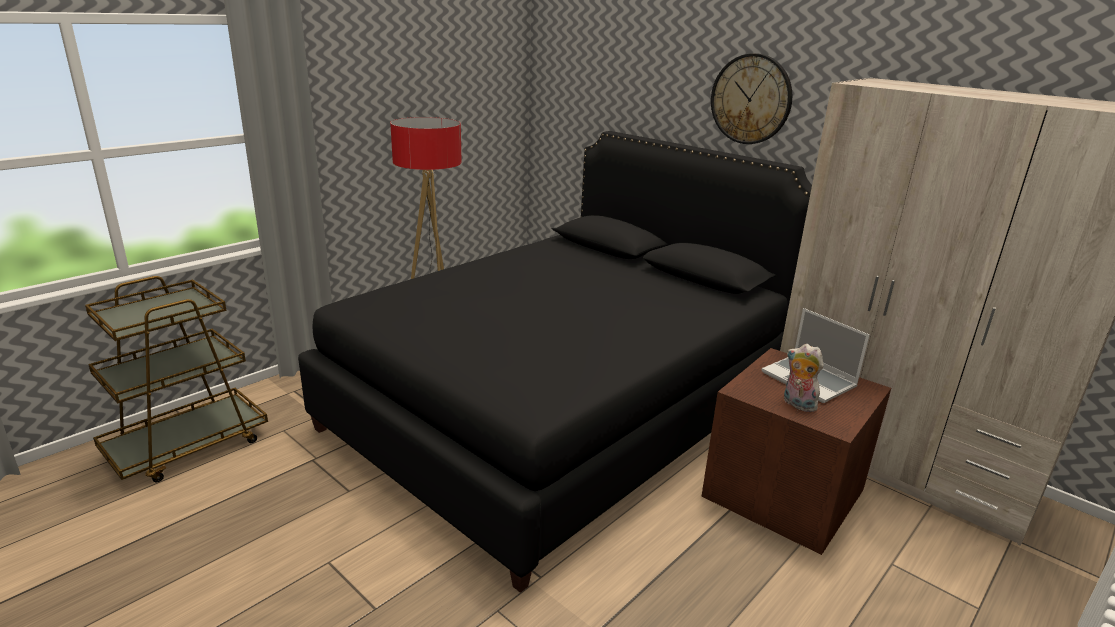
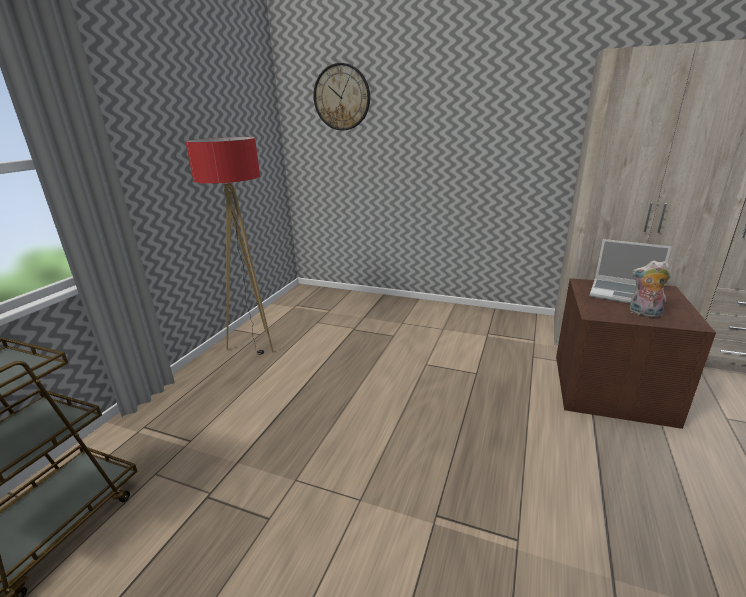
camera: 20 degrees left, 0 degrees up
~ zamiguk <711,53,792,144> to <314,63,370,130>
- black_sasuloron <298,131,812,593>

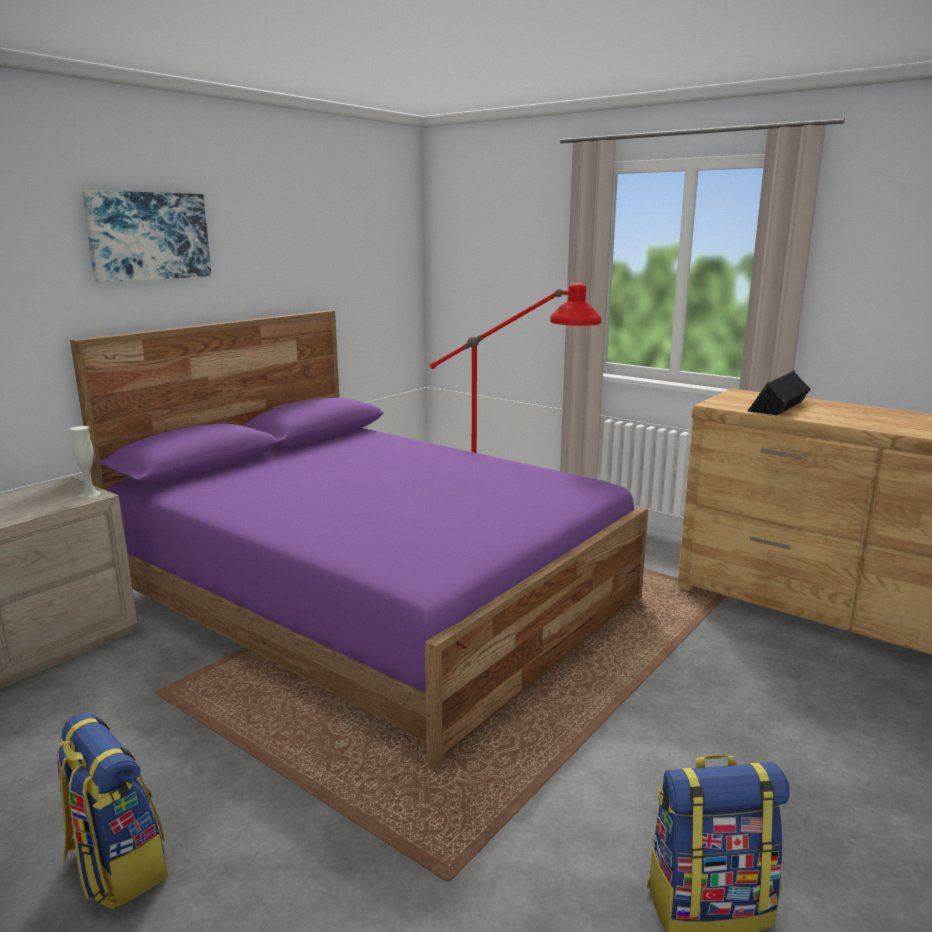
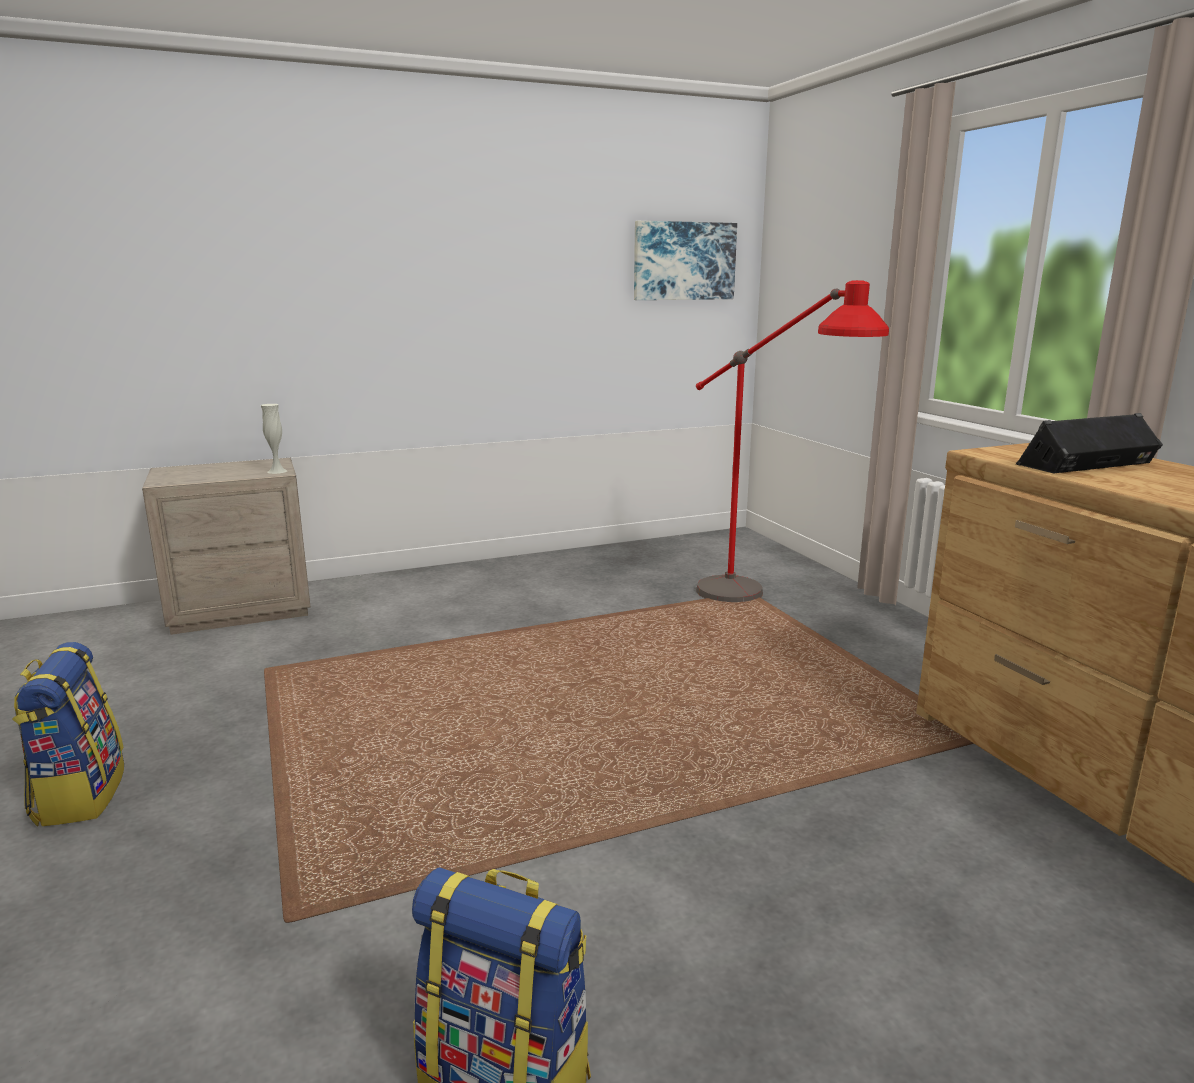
camera: 30 degrees right, 0 degrees up
~ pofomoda <82,190,211,283> to <634,221,737,300>
- purple_sasuloron <70,310,648,770>

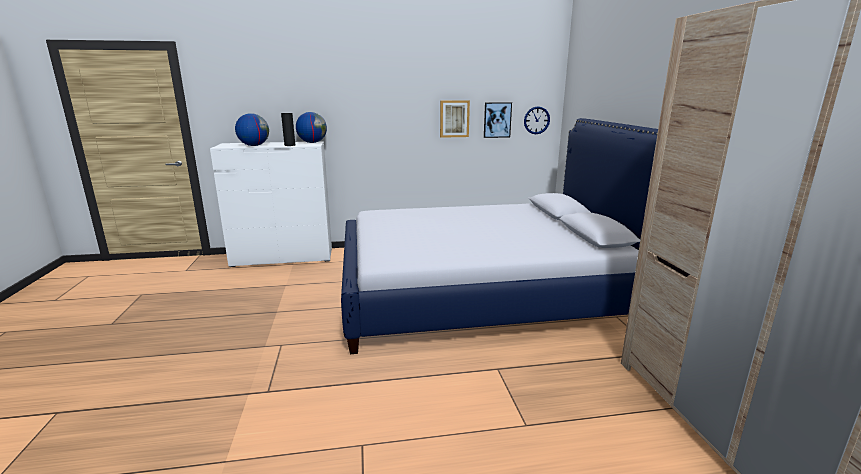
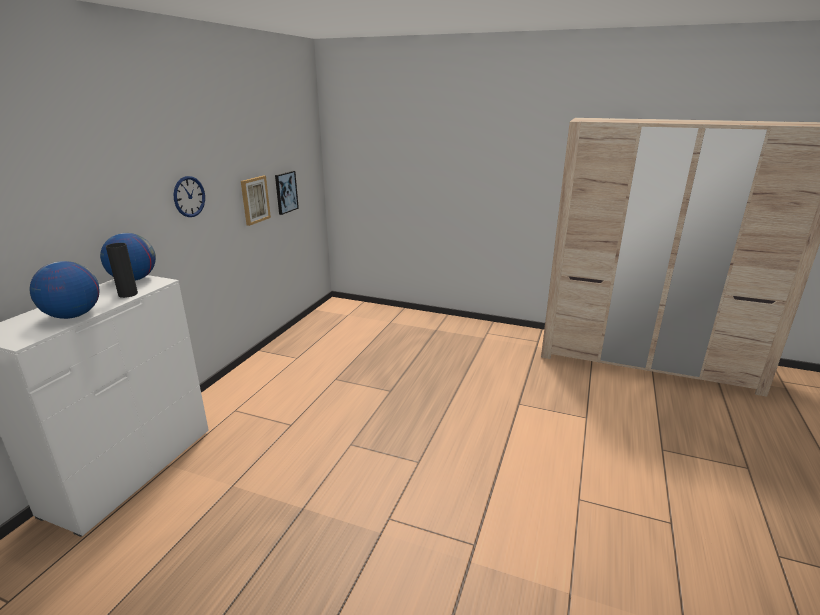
camera: 60 degrees left, 5 degrees up
~ zamiguk <524,107,550,134> to <174,176,205,217>
- sasuloron <341,118,658,354>

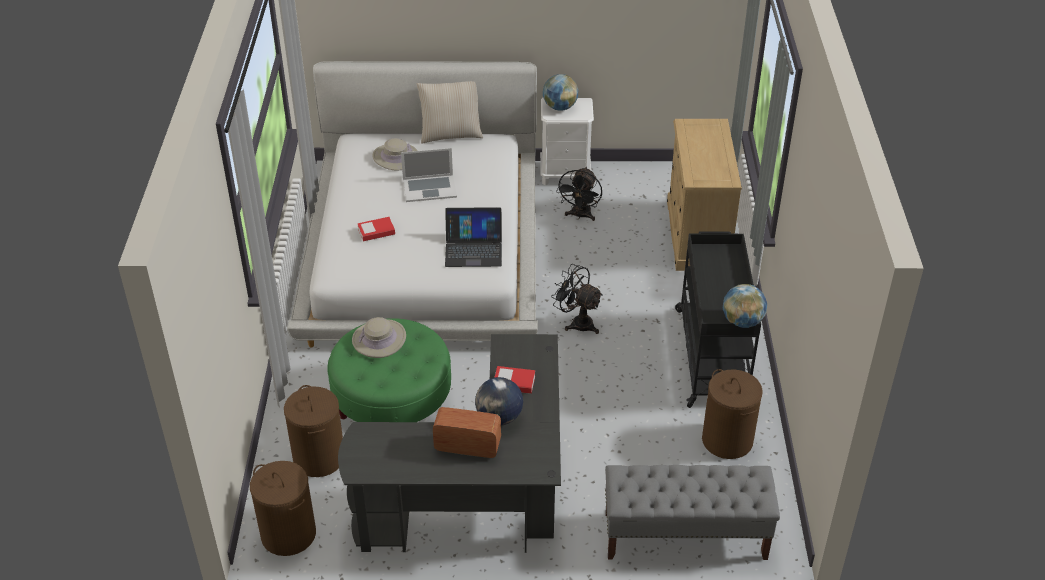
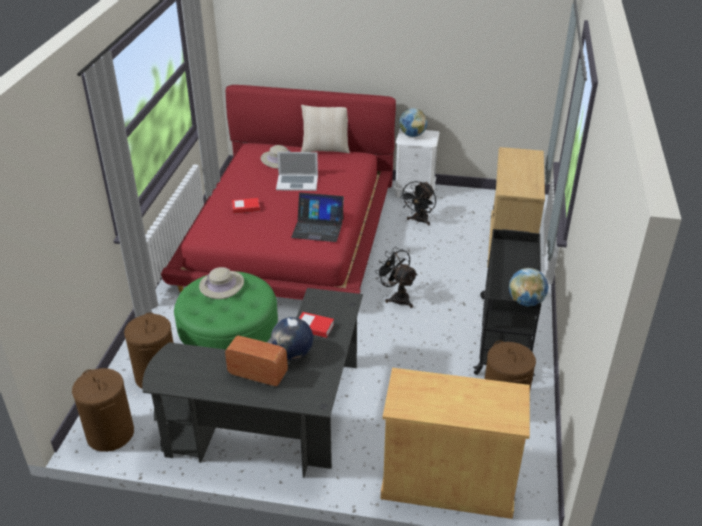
camera: 10 degrees right, 5 degrees down
~ white_sasuloron <287,61,538,347> to red_sasuloron <161,85,396,300>
~ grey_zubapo <605,465,780,560> to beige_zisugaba <381,368,530,519>

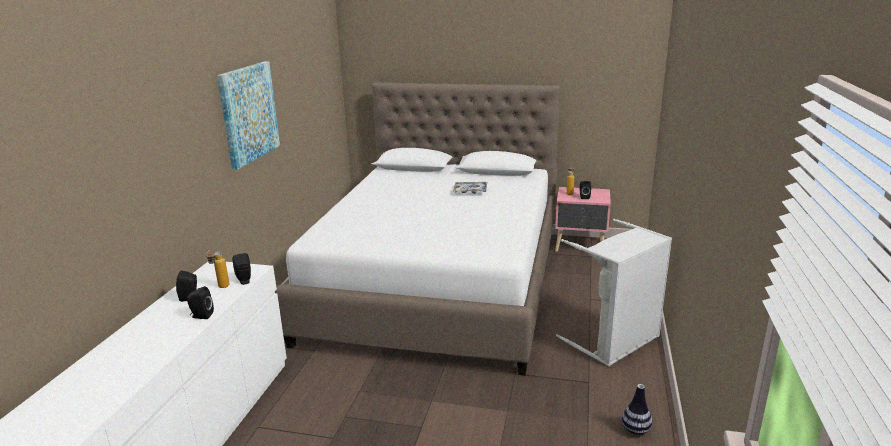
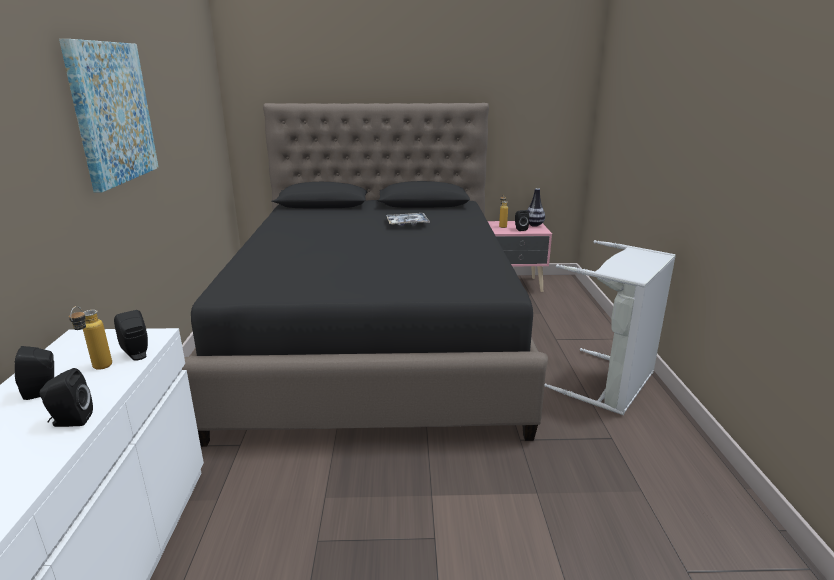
camera: 15 degrees left, 0 degrees up
~ white_sasuloron <275,82,560,376> to black_sasuloron <182,103,548,447>
~ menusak <622,384,652,435> to <528,188,545,227>

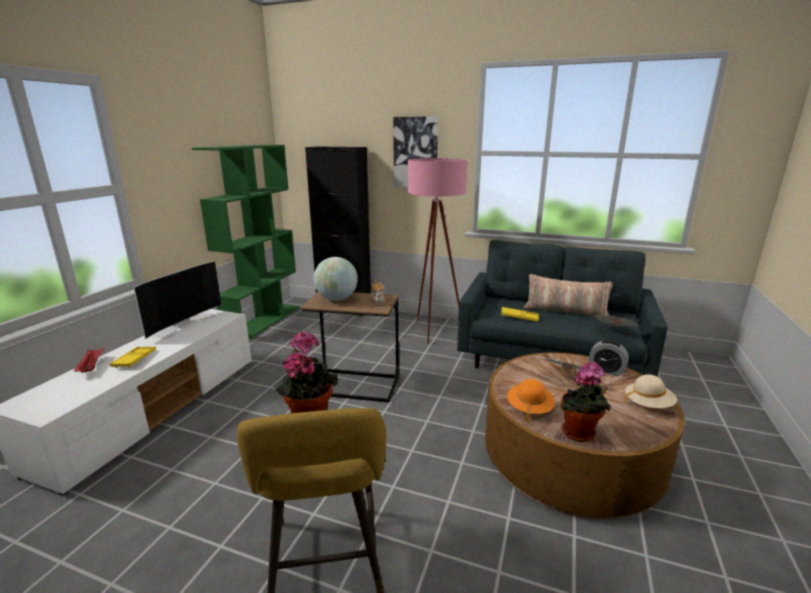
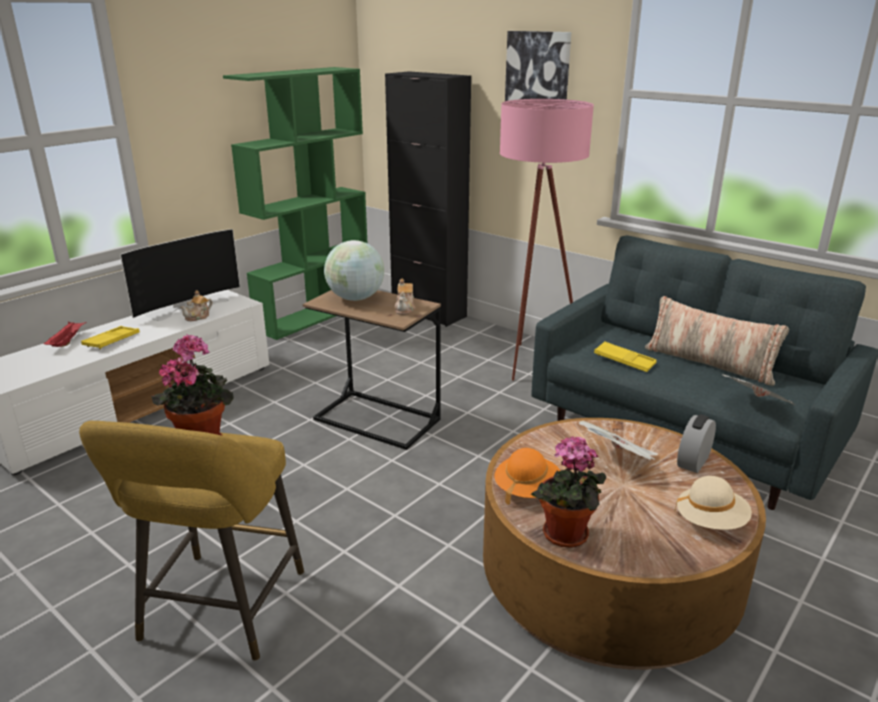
camera: 20 degrees right, 5 degrees up
~ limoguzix <589,340,629,376> = <677,414,716,473> 75 degrees clockwise
+ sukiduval <180,290,213,321>

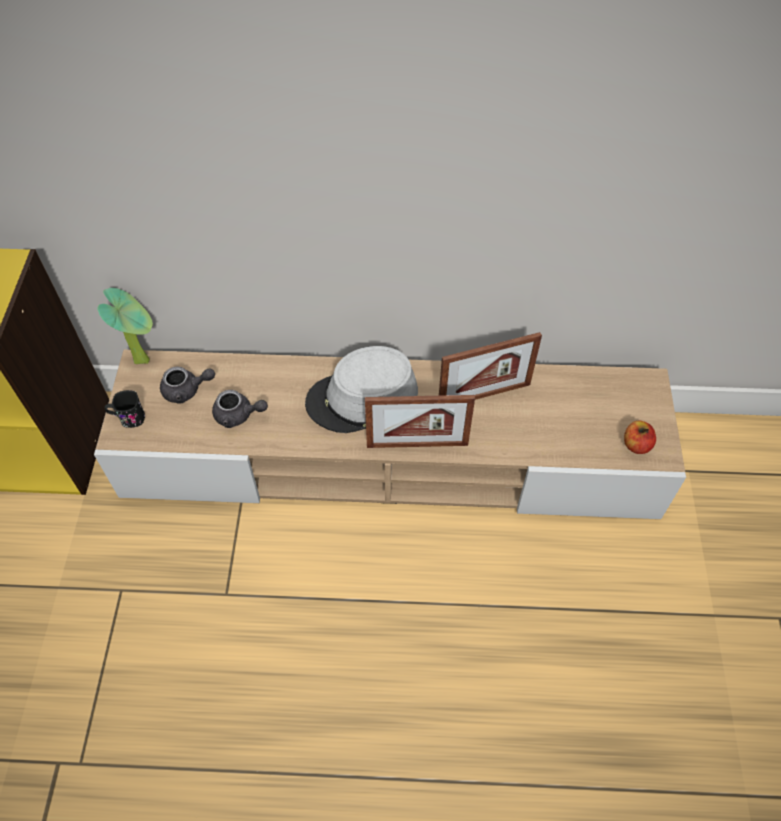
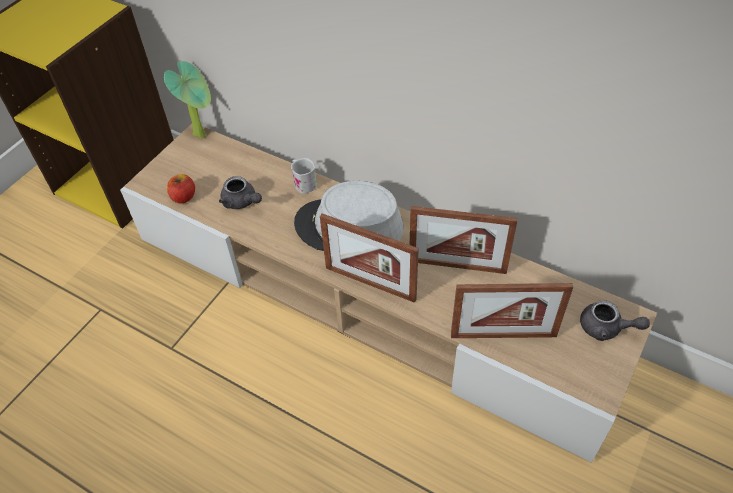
camera: 30 degrees right, 5 degrees down
~ grey_sukiduval <160,366,215,404> to <580,300,650,341>
- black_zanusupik <104,390,145,428>
~ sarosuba <624,421,656,454> to <167,174,195,204>
+ white_zanusupik <291,158,317,194>
+ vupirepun <451,283,573,338>

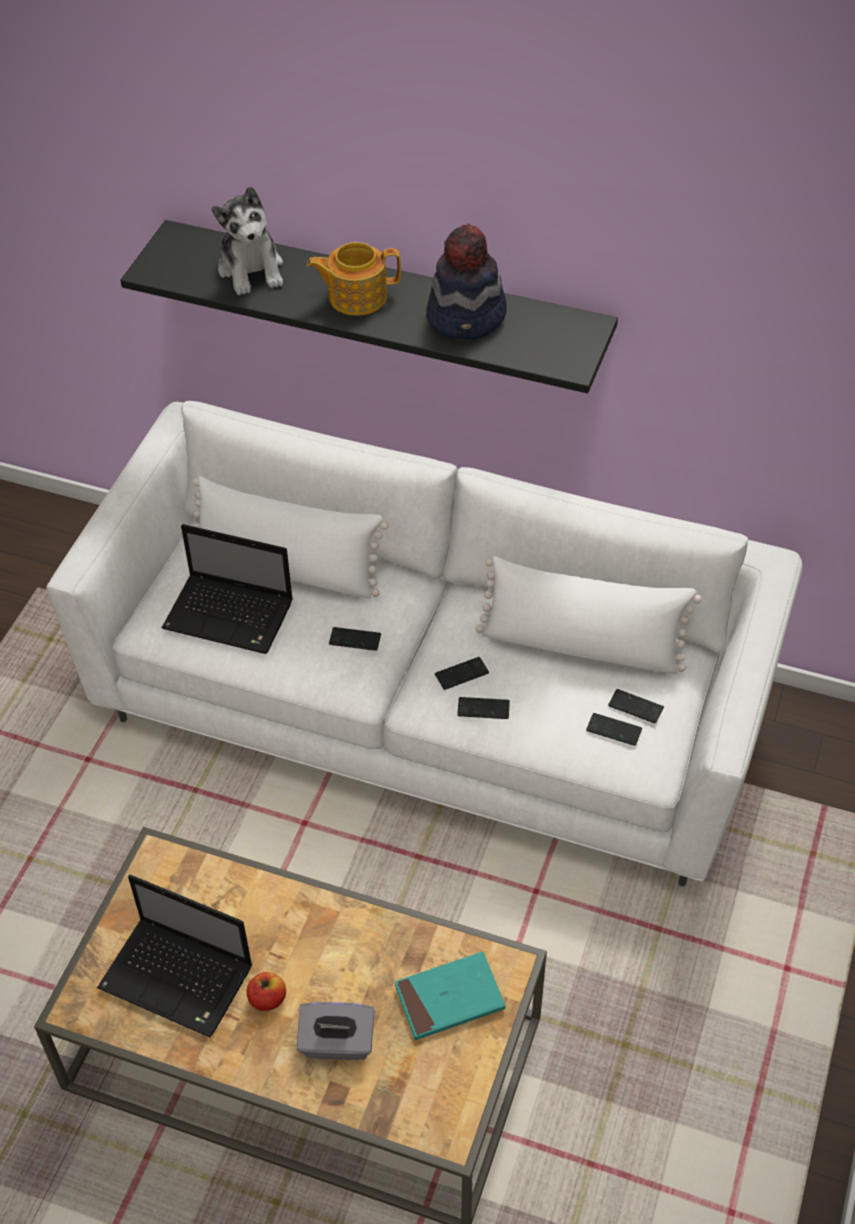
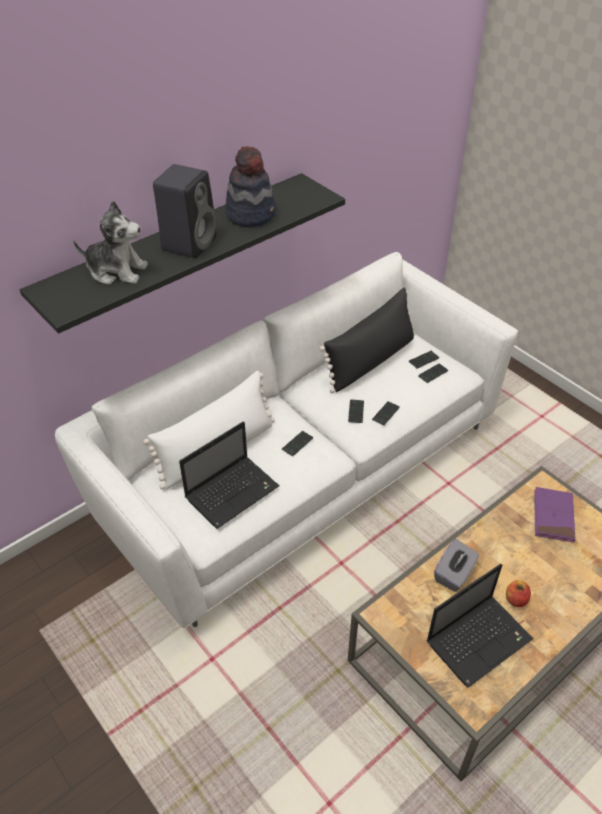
camera: 60 degrees left, 5 degrees down
~ sukiduval <307,242,401,316> to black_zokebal <153,164,216,258>
~ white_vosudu <476,556,702,674> to black_vosudu <319,288,415,393>
~ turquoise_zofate <395,952,505,1040> to purple_zofate <534,487,575,542>
~ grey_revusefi <297,1002,375,1060> to <434,538,479,592>

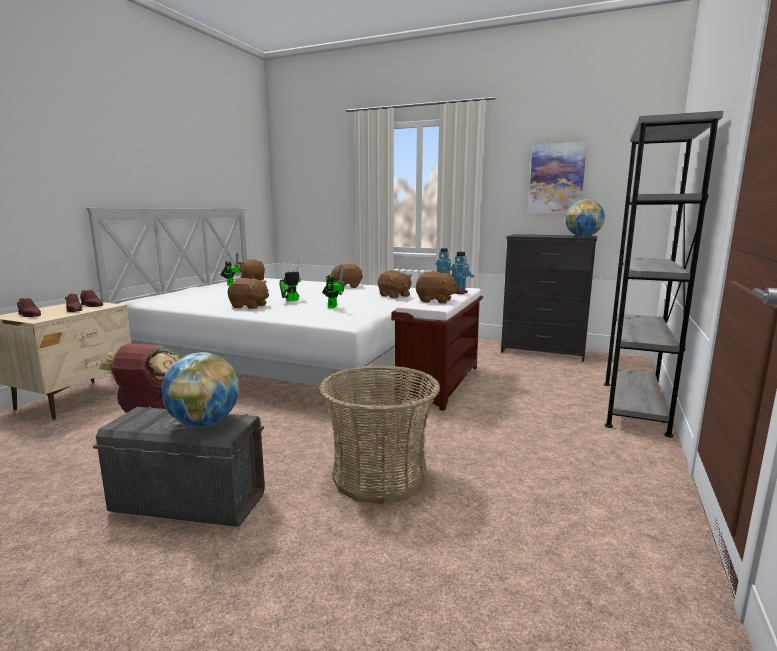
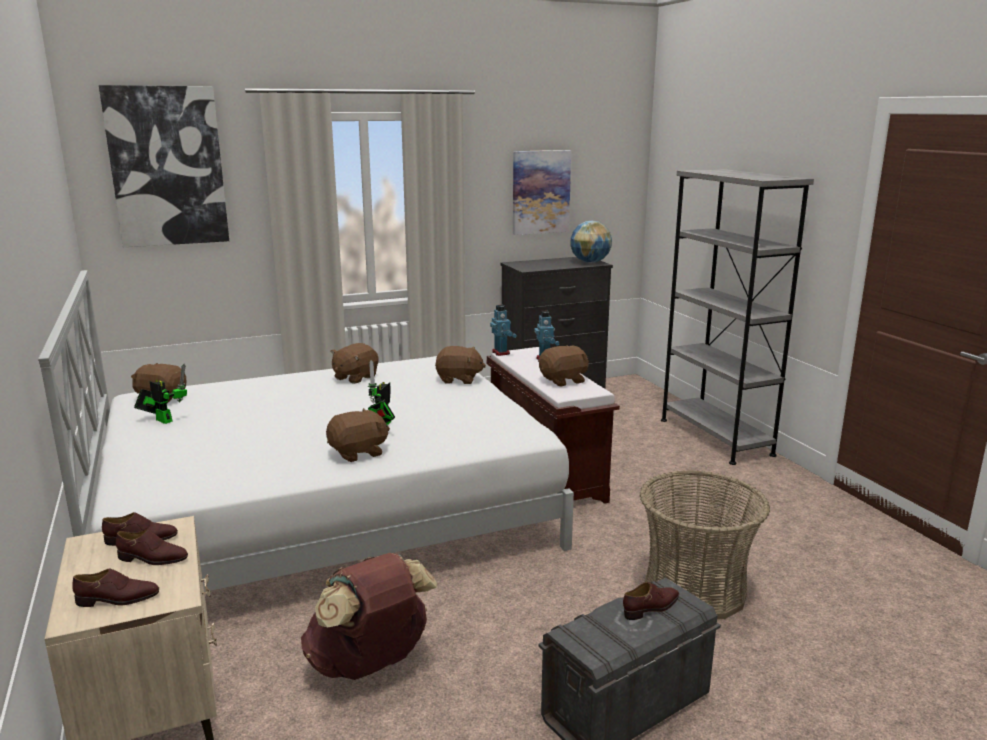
camera: 45 degrees left, 5 degrees up
- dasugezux <322,264,345,308>
~ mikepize <161,352,240,427> to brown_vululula <623,582,679,620>
+ pofomoda <99,85,229,247>

